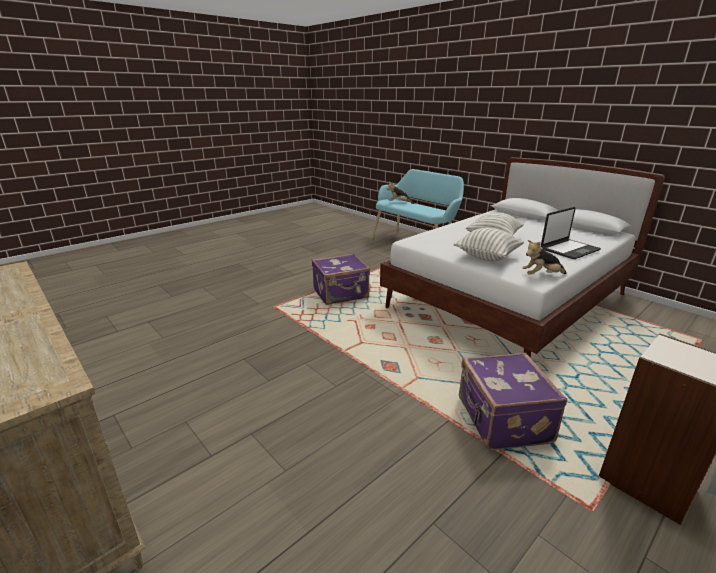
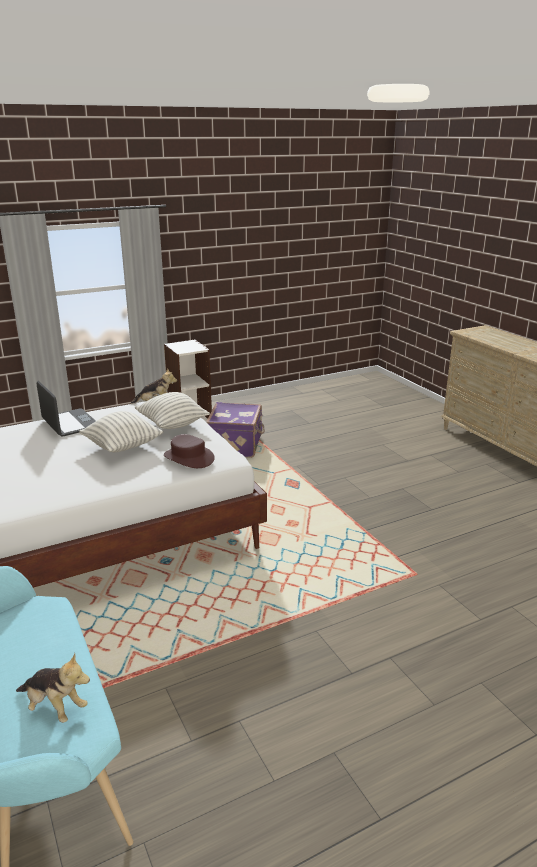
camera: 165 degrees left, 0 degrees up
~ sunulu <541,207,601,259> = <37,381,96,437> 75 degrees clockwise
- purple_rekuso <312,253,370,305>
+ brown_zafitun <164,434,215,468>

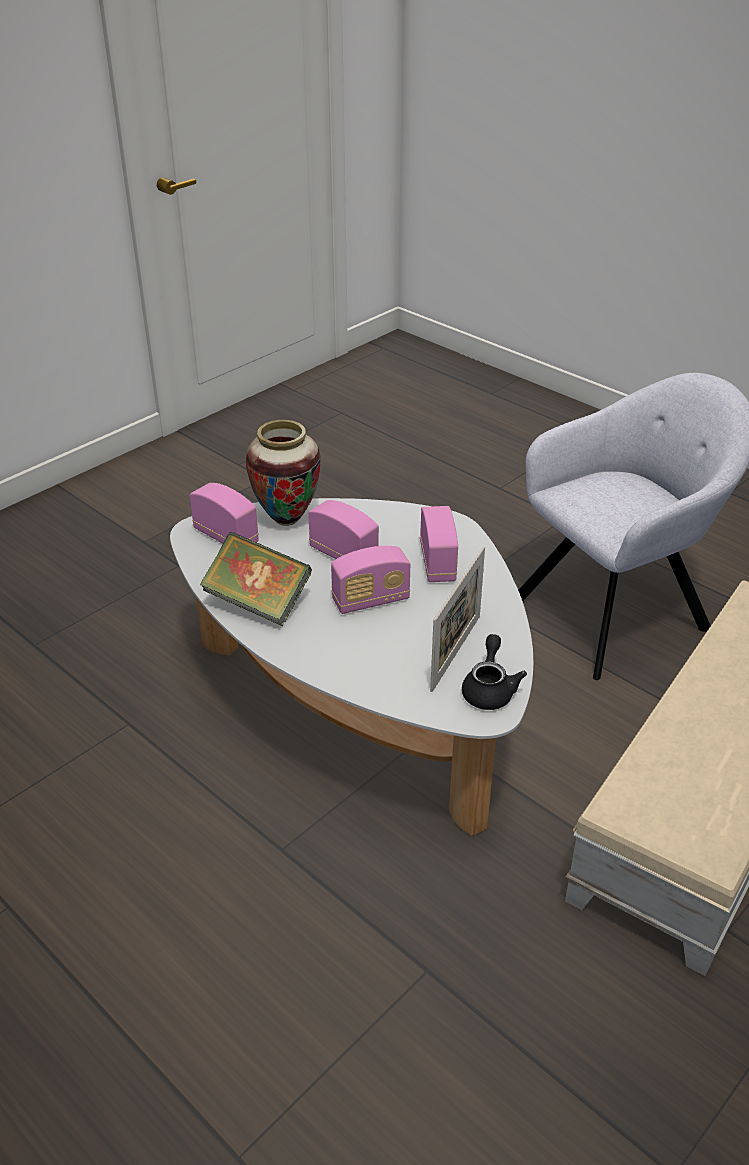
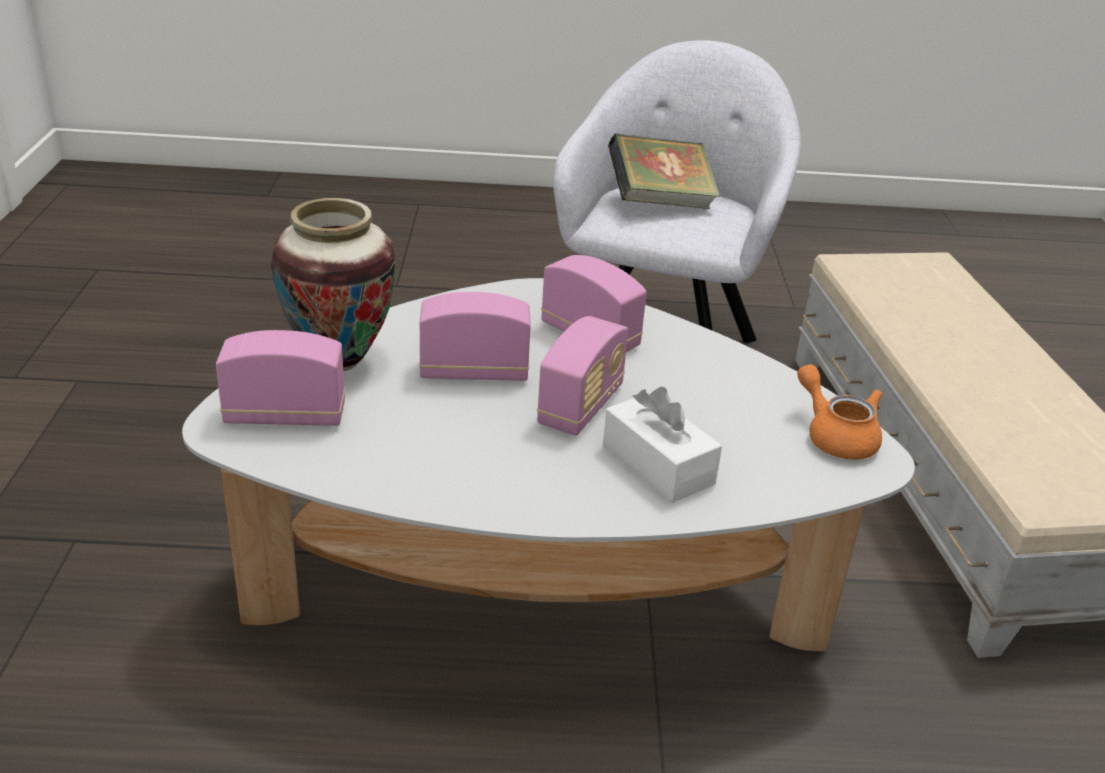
camera: 45 degrees left, 5 degrees down
~ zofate <200,532,312,626> to <608,133,720,209>
- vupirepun <430,547,485,692>
~ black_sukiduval <462,634,527,710> to orange_sukiduval <797,364,882,459>
+ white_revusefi <603,387,722,503>

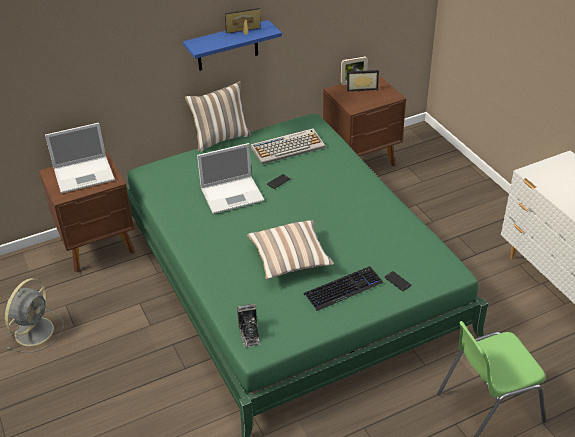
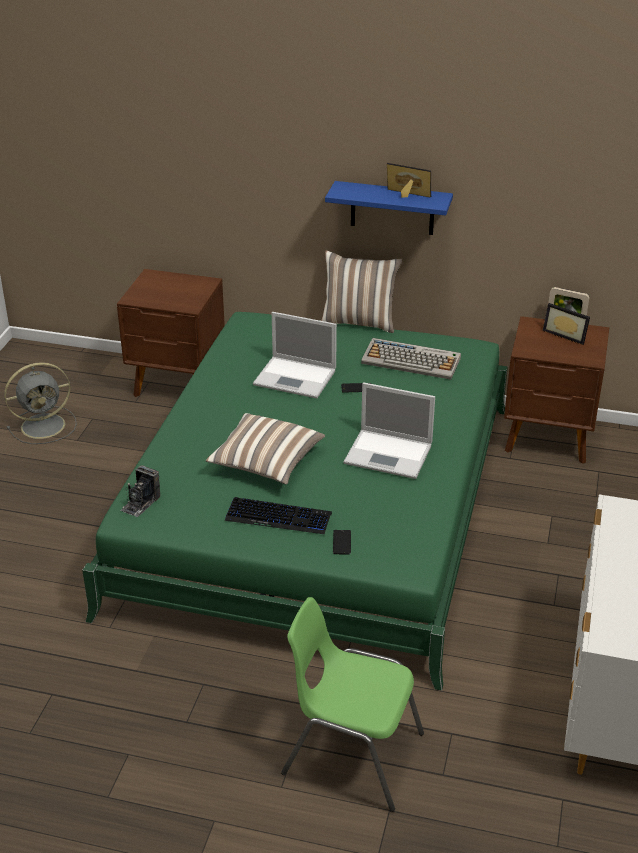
camera: 40 degrees right, 5 degrees down
~ sunulu <45,123,115,194> to <344,382,435,479>

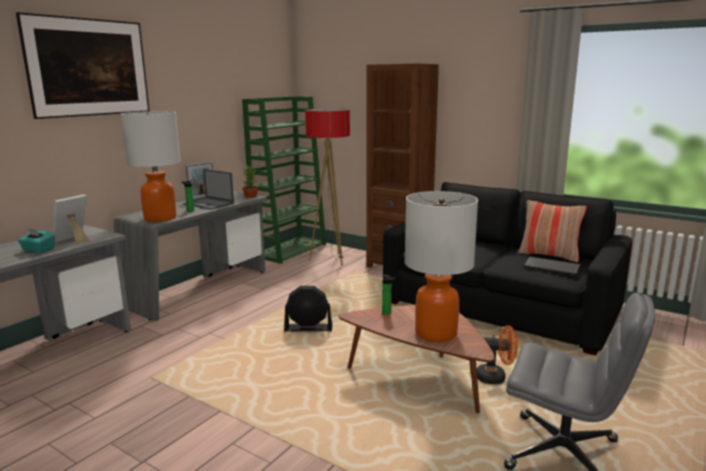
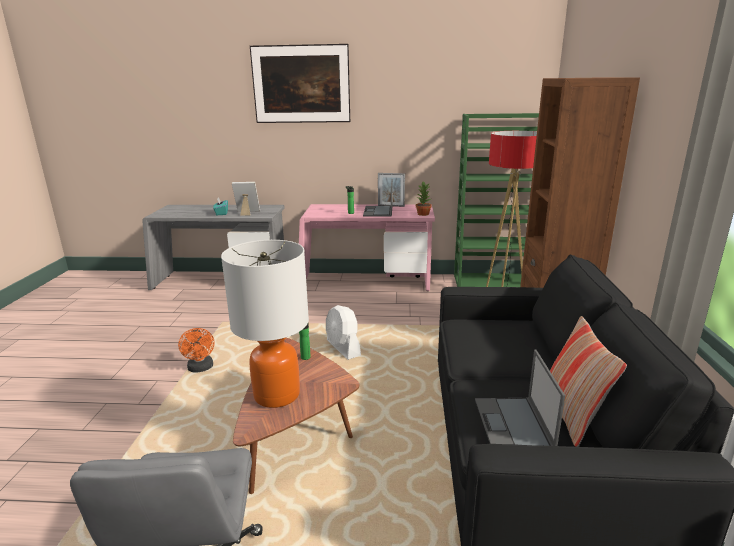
camera: 60 degrees right, 5 degrees up
- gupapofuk <121,111,181,222>
~ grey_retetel <114,191,267,321> to pink_retetel <299,204,435,291>
~ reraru <524,257,580,275> to sunulu <475,349,565,446>
~ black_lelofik <284,286,332,331> to white_lelofik <326,305,361,360>
~ orange_lelofik <477,325,518,384> to <178,328,215,372>

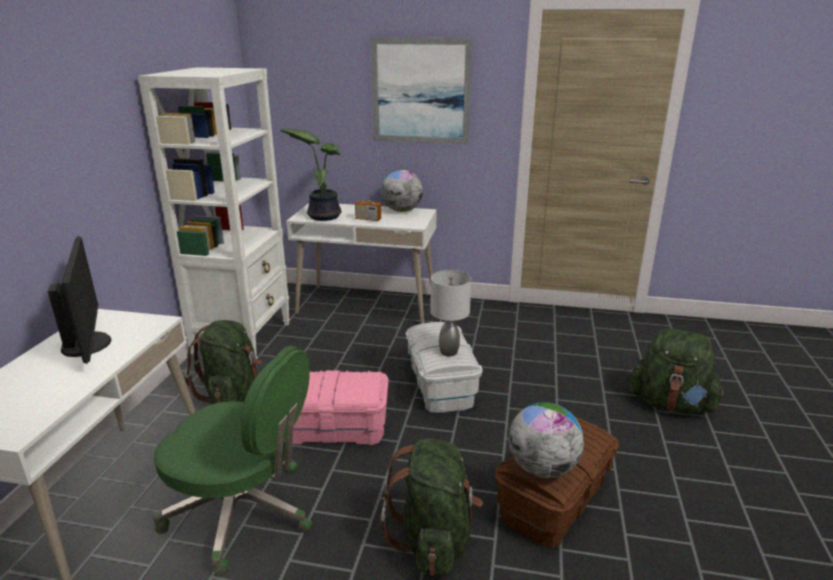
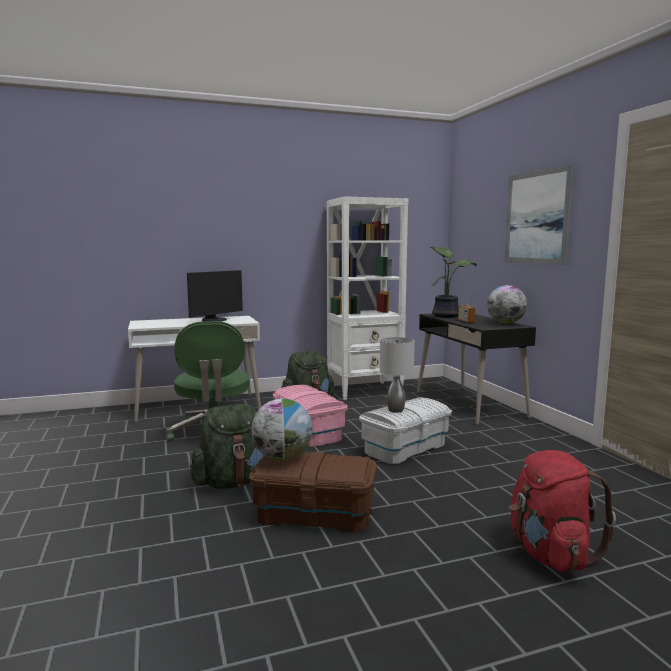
camera: 60 degrees right, 15 degrees down
~ white_retetel <286,203,437,324> to black_retetel <417,314,536,425>
~ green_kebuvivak <630,328,724,415> to red_kebuvivak <509,450,616,572>

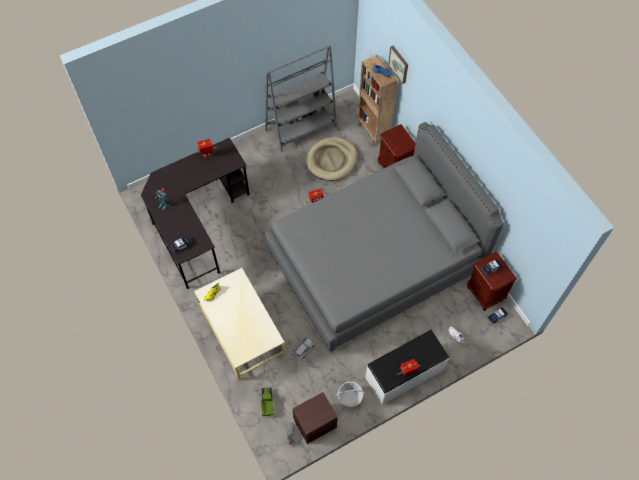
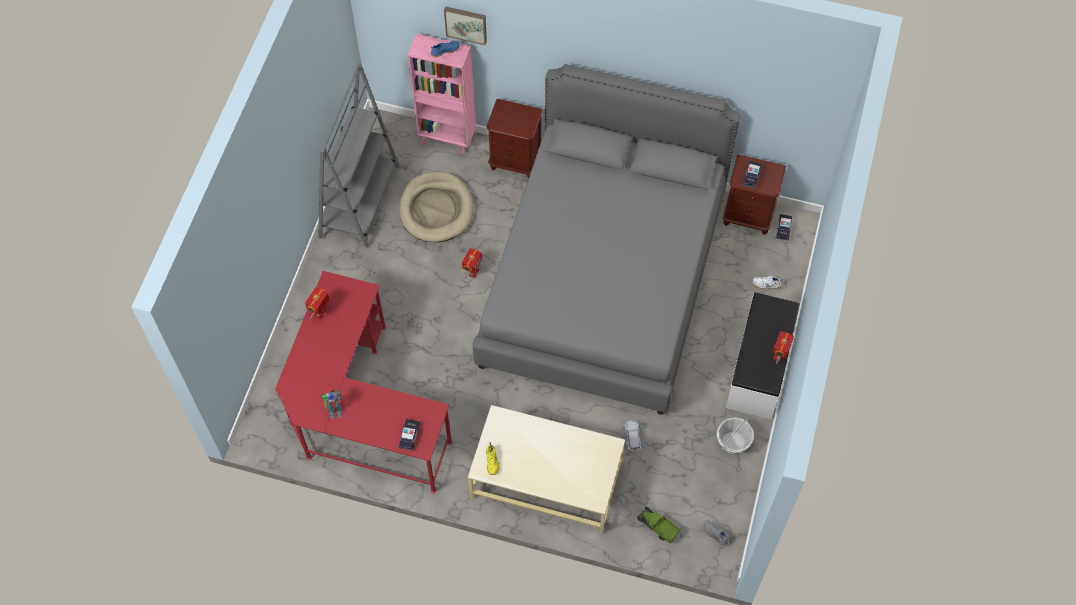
camera: 45 degrees left, 0 degrees up
~ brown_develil <358,54,397,146> to pink_develil <408,34,476,155>
~ black_retetel <141,138,250,289> to red_retetel <275,271,453,493>
- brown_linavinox <293,392,338,444>

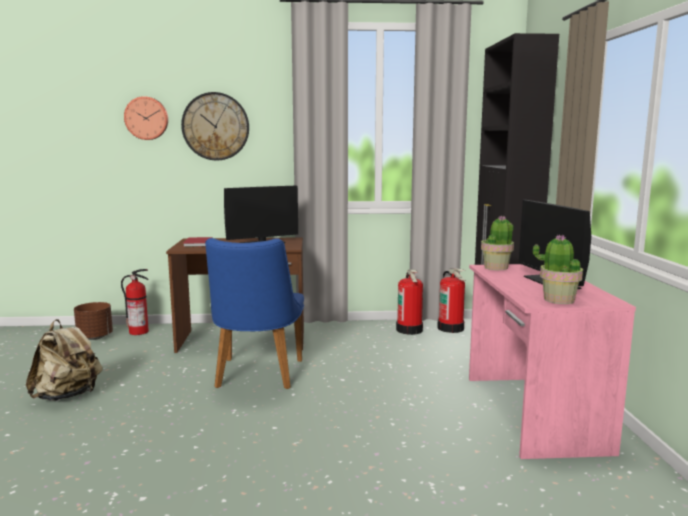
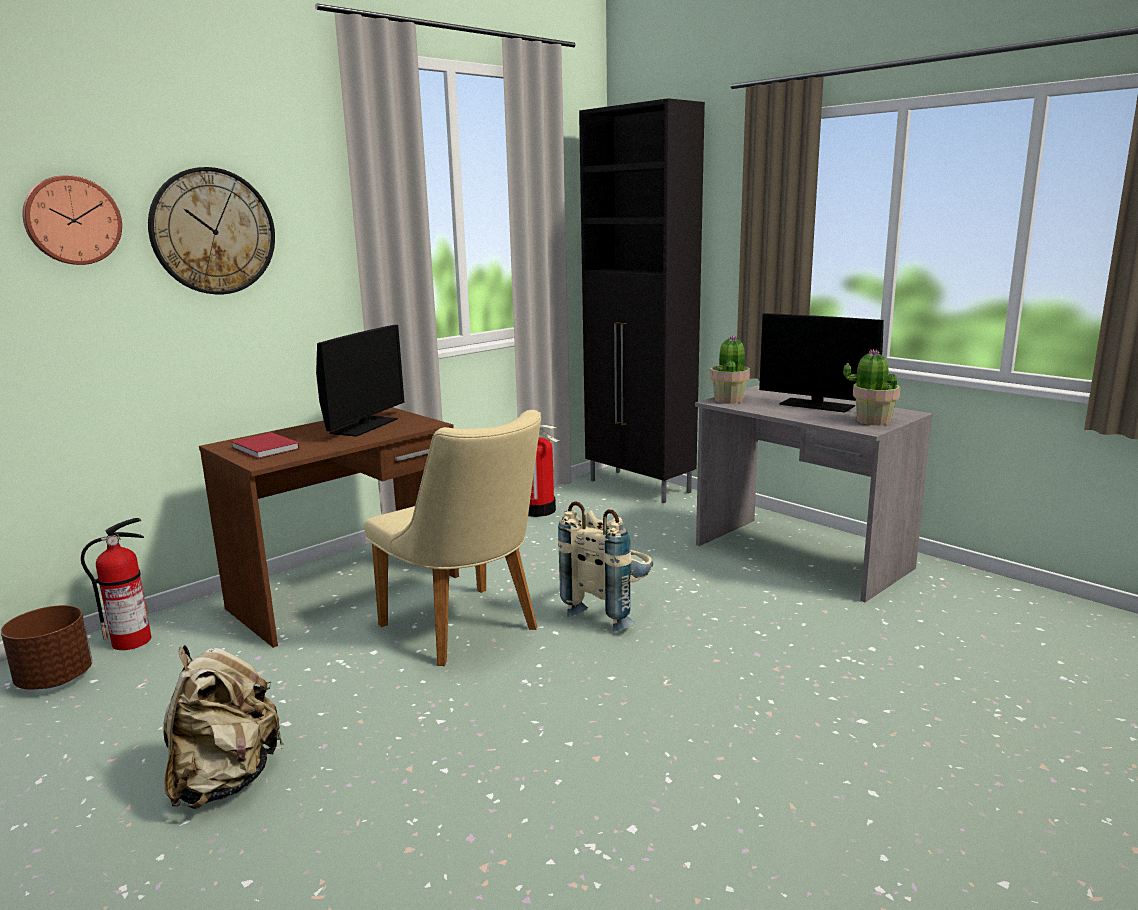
camera: 40 degrees left, 5 degrees up
~ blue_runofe <205,238,304,389> to beige_runofe <364,410,541,666>
~ pink_retetel <469,264,636,459> to grey_retetel <695,386,933,602>
- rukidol <437,268,466,333>
+ beige_kebuvivak <558,501,653,632>

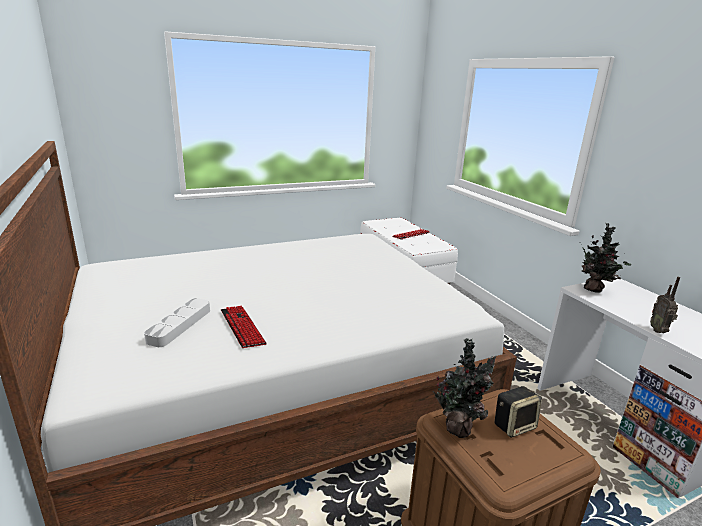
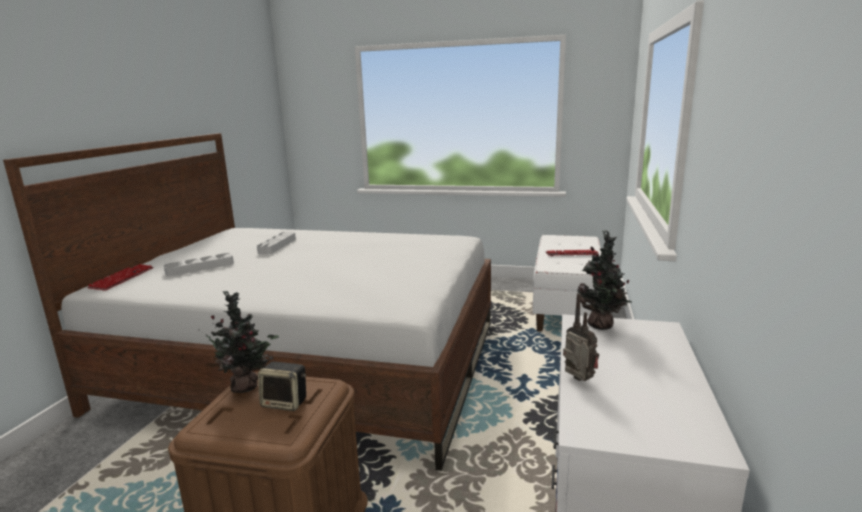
camera: 40 degrees right, 5 degrees down
~ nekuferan <650,277,680,333> = <563,293,599,381> 105 degrees clockwise
~ reraru <221,306,267,348> to <87,264,154,291>
+ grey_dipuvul <257,232,296,254>

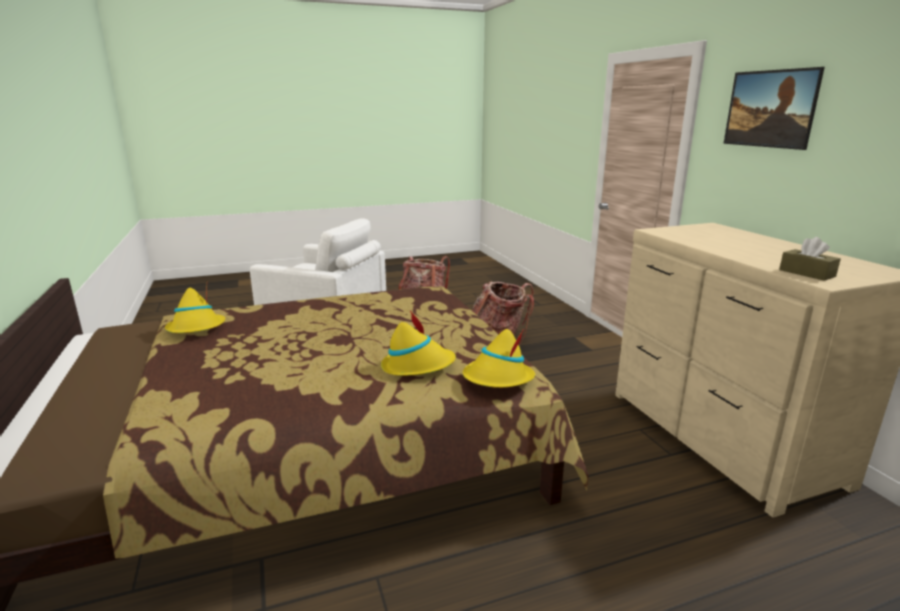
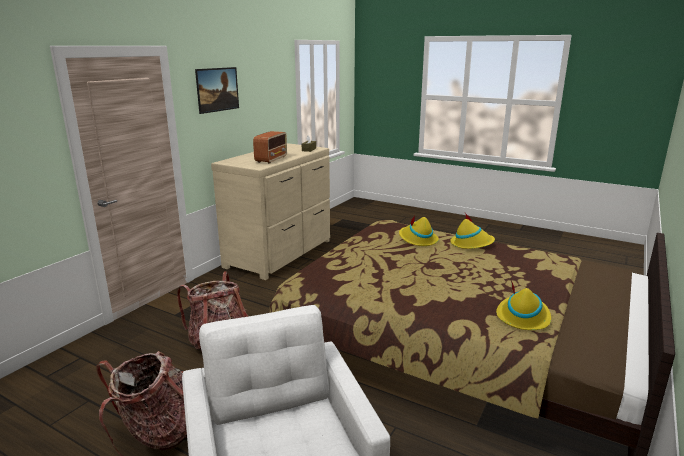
camera: 130 degrees left, 0 degrees up
~ yellow_zafitun <463,329,535,388> to <451,213,495,249>
+ nekuferan <253,131,287,164>

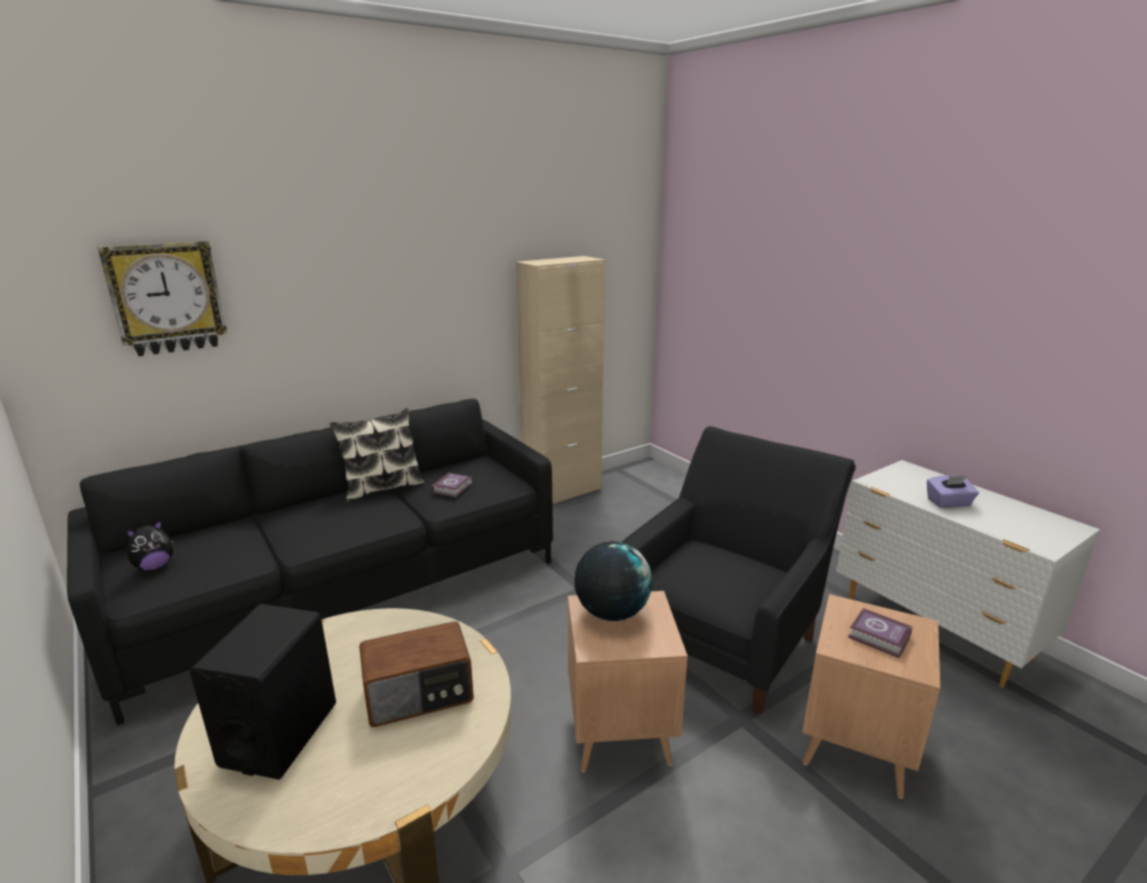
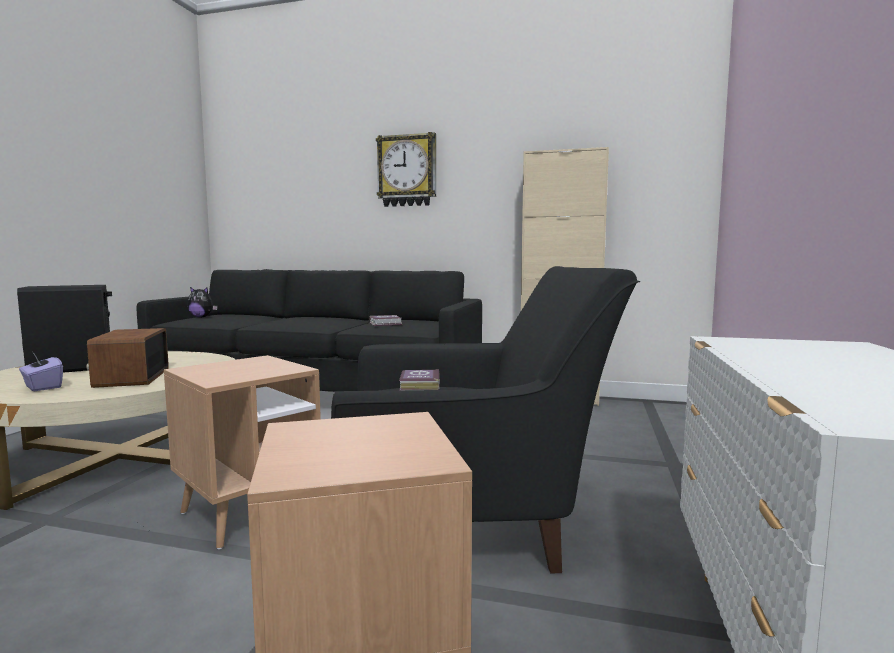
camera: 50 degrees right, 15 degrees down
~ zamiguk <97,241,227,356> to <376,132,436,207>
- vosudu <330,408,425,502>
~ purple_revusefi <927,476,979,508> to <19,353,63,391>
- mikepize <574,541,652,621>
~ zofate <848,608,913,658> to <399,369,440,390>
~ nekuferan <359,621,474,727> = <86,328,169,388> 45 degrees clockwise

